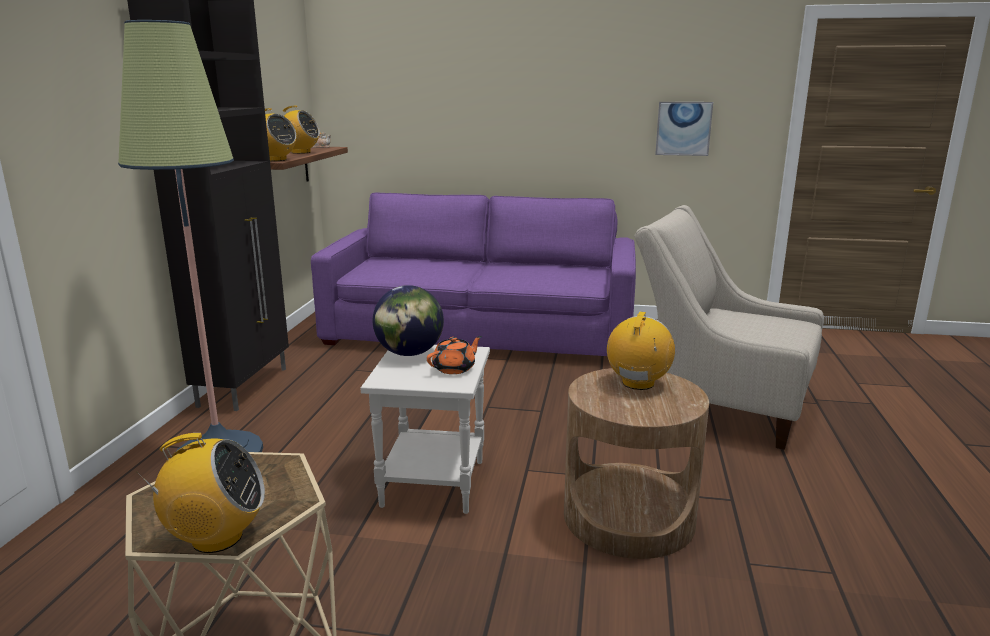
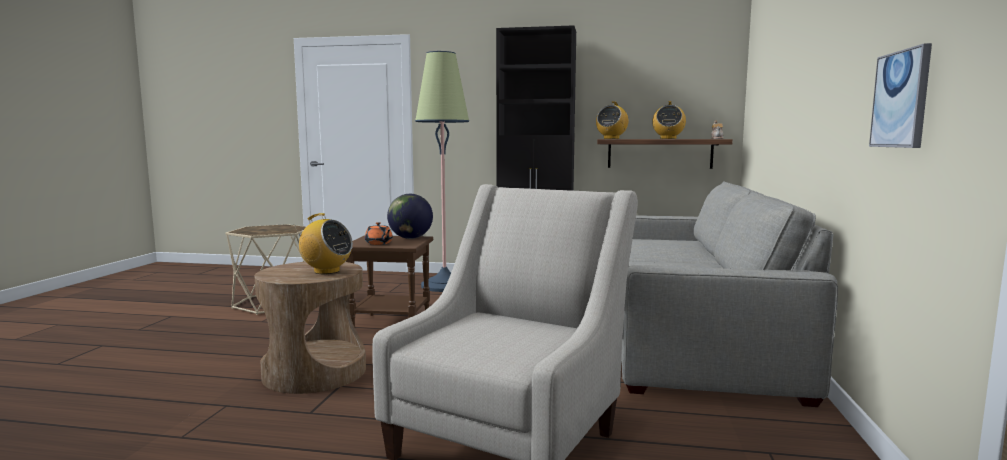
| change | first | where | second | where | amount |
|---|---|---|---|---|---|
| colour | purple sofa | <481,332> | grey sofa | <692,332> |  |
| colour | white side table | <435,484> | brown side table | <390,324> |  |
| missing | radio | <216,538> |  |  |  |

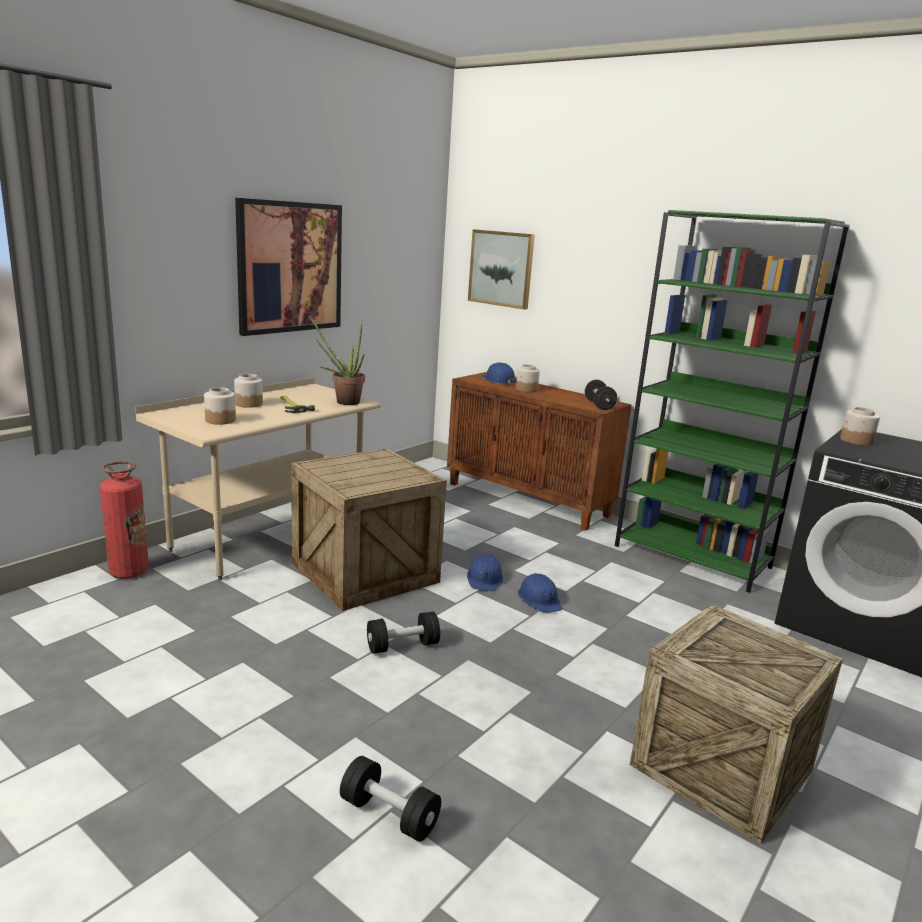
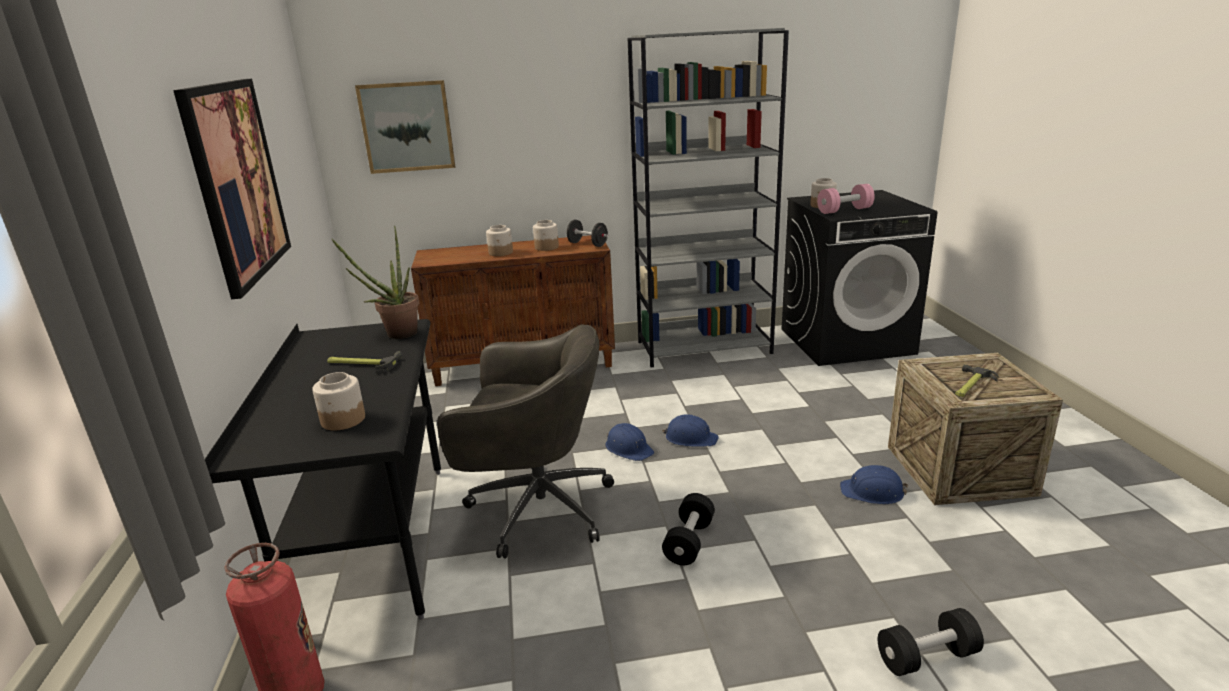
| change | first | where | second | where | amount |
|---|---|---|---|---|---|
| colour | green bookcase | <693,557> | grey bookcase | <704,347> |  |
| relocated | blue hard hat | <498,380> |  | <872,492> |  |
| relocated | jar | <248,404> |  | <546,247> |  |
| colour | beige desk | <269,537> | black desk | <375,542> |  |
| exchanged | crate | <364,572> | grey office chair | <536,508> |  |
| appeared |  |  | pink dumbbell | <844,210> |  |
| appeared |  |  | hammer | <970,385> |  |

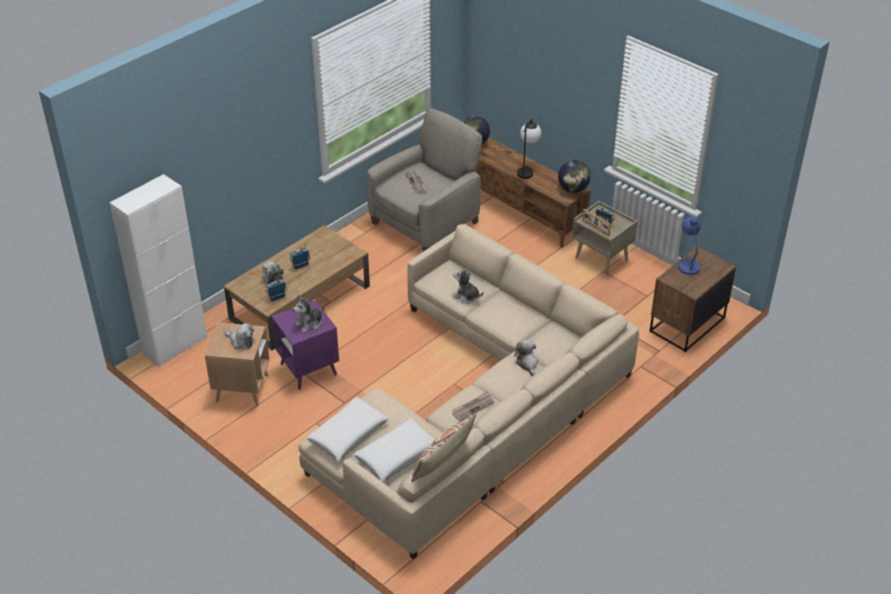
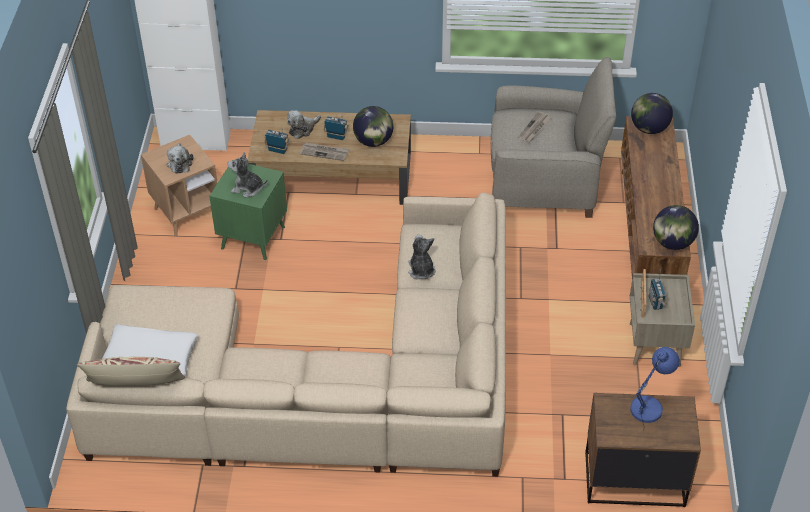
| change | first | where | second | where | amount |
|---|---|---|---|---|---|
| missing | table lamp | <527,170> |  |  |  |
| colour | purple side table | <308,369> | green side table | <253,238> |  |
| missing | plush toy | <527,363> |  |  |  |
| relocated | newspaper | <473,407> |  | <325,152> |  |
| missing | white pillow | <348,434> |  |  |  |
| appeared |  |  | globe | <373,141> |  |

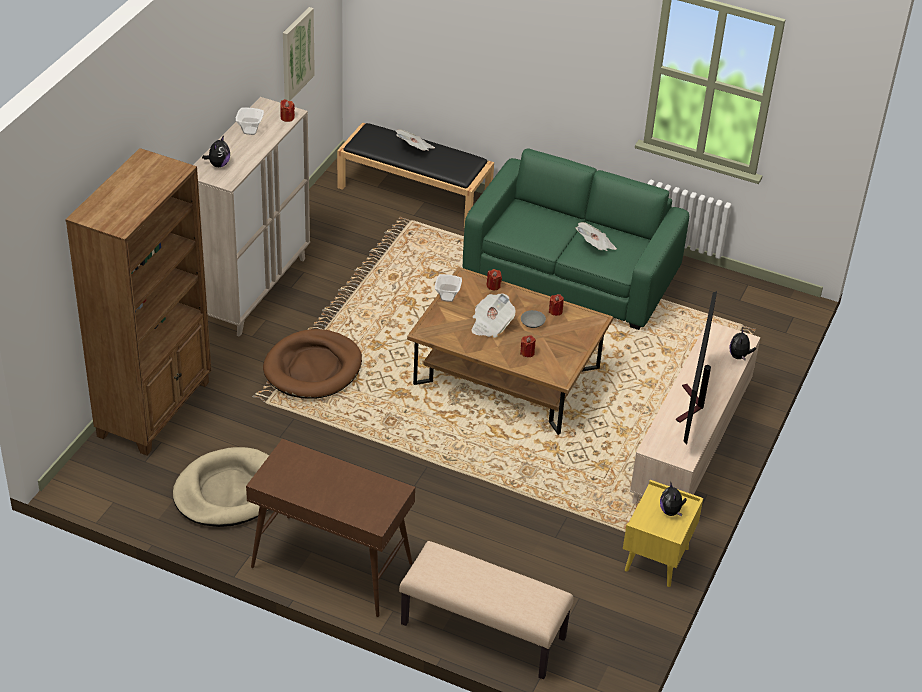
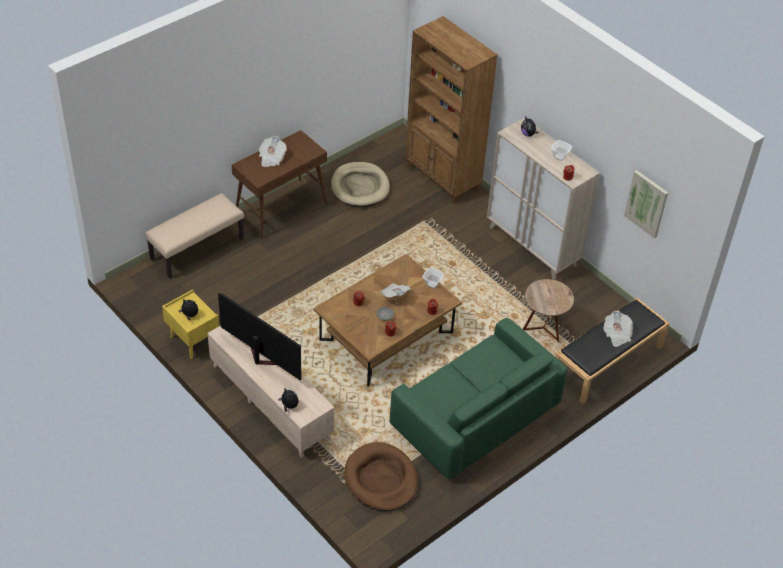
| change | first | where | second | where | amount |
|---|---|---|---|---|---|
| relocated | newspaper | <595,246> |  | <271,158> |  |
| relocated | brown dog bed | <313,368> |  | <381,479> |  |
| appeared |  |  | brown side table | <543,328> |  |

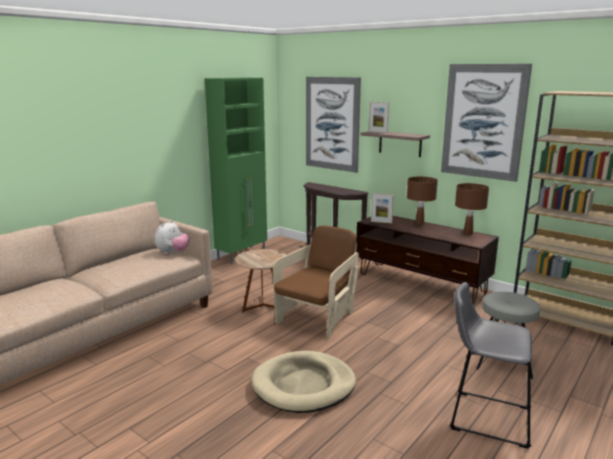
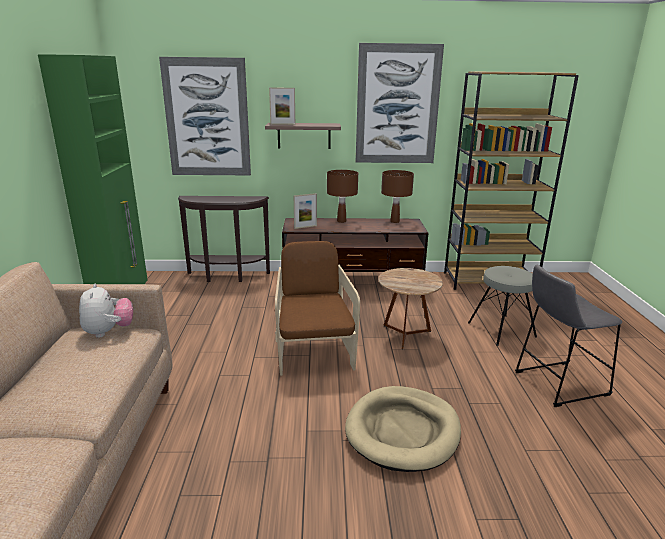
| change | first | where | second | where | amount |
|---|---|---|---|---|---|
| relocated | brown side table | <263,306> |  | <406,335> |  |

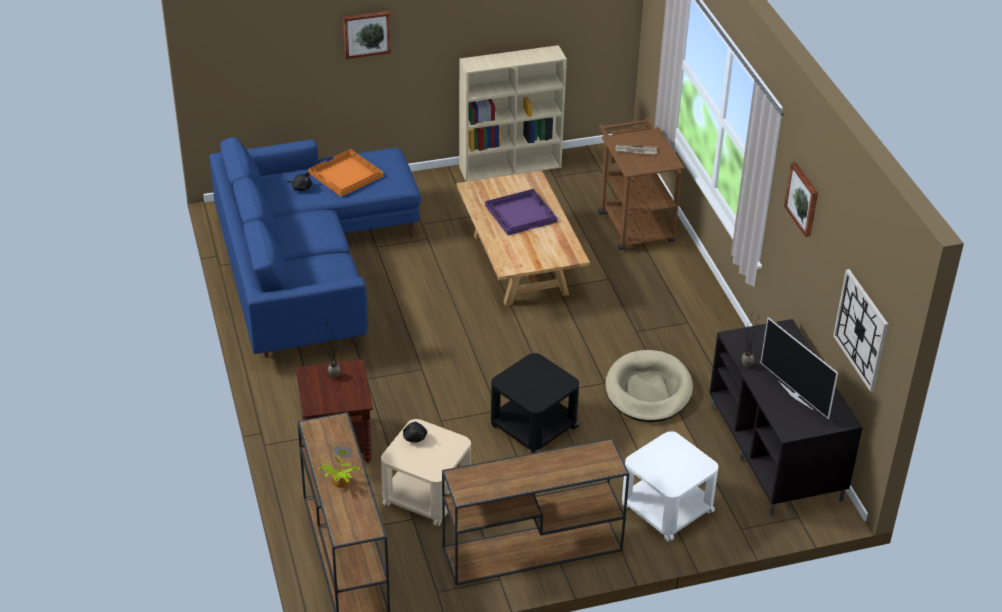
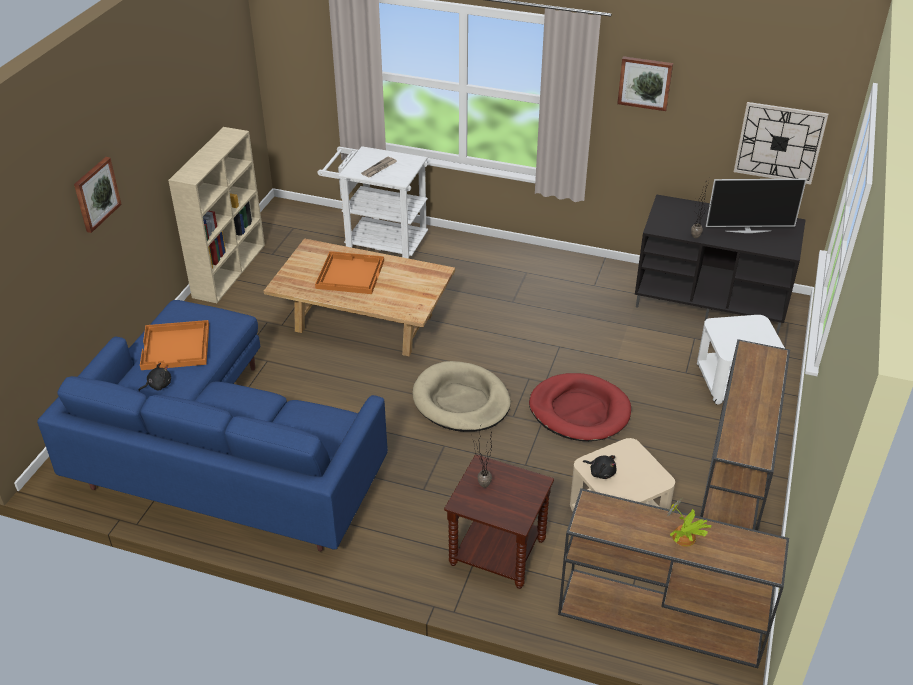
| change | first | where | second | where | amount |
|---|---|---|---|---|---|
| colour | brown cart | <633,222> | white cart | <378,242> |  |
| colour | purple tray | <521,213> | orange tray | <350,274> |  |
| relocated | beige dog bed | <648,390> |  | <461,401> |  |
| exchanged | black side table | <533,426> | red dog bed | <579,411> |  |

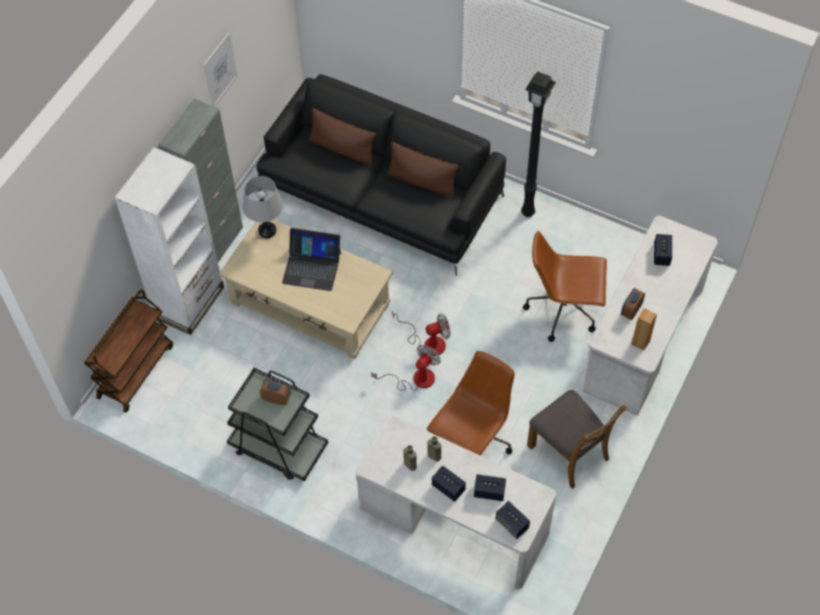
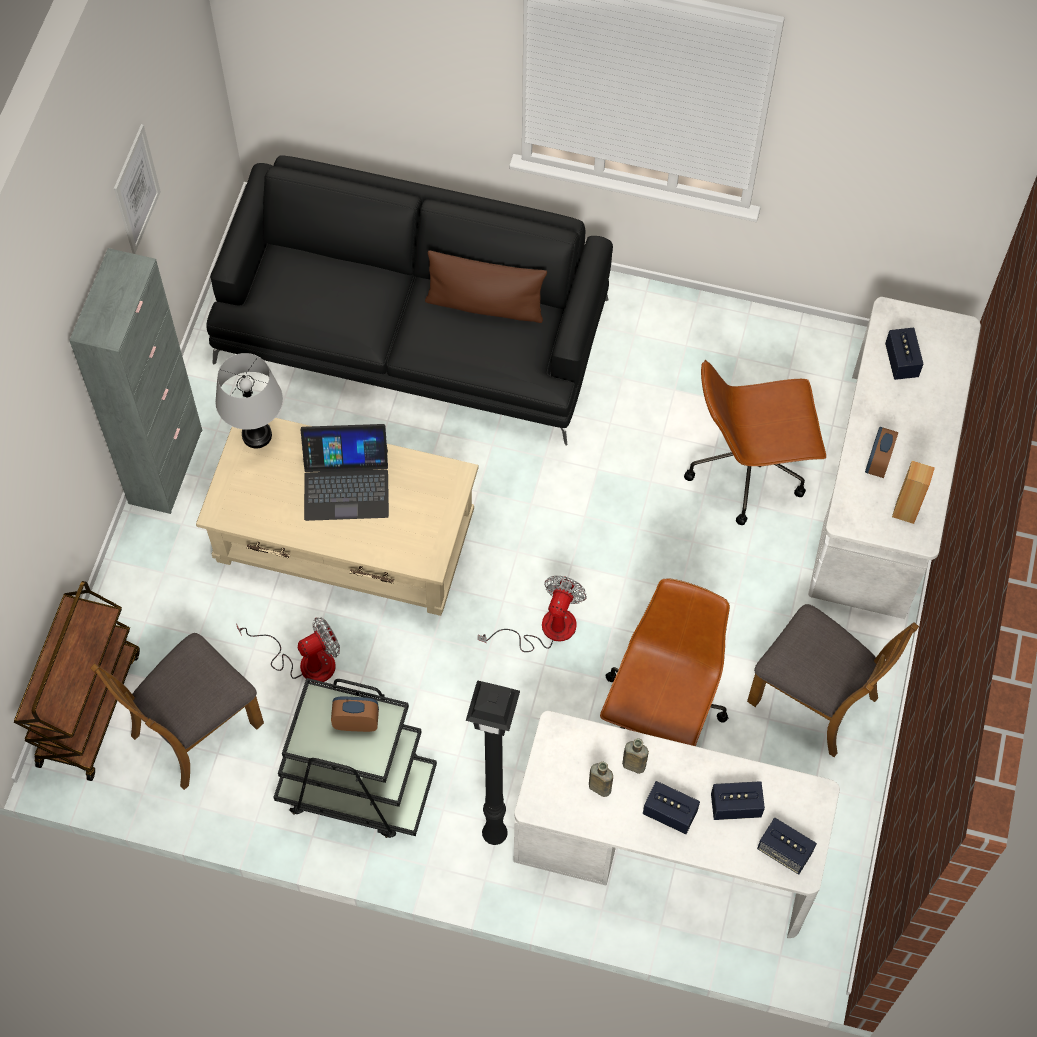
| change | first | where | second | where | amount |
|---|---|---|---|---|---|
| relocated | black floor lamp | <529,212> |  | <496,833> |  |
| missing | brown pillow | <342,149> |  |  |  |
| missing | white bookcase | <189,302> |  |  |  |
| relocated | fan | <428,342> |  | <305,661> |  |
| appeared |  |  | brown chair | <194,729> |  |

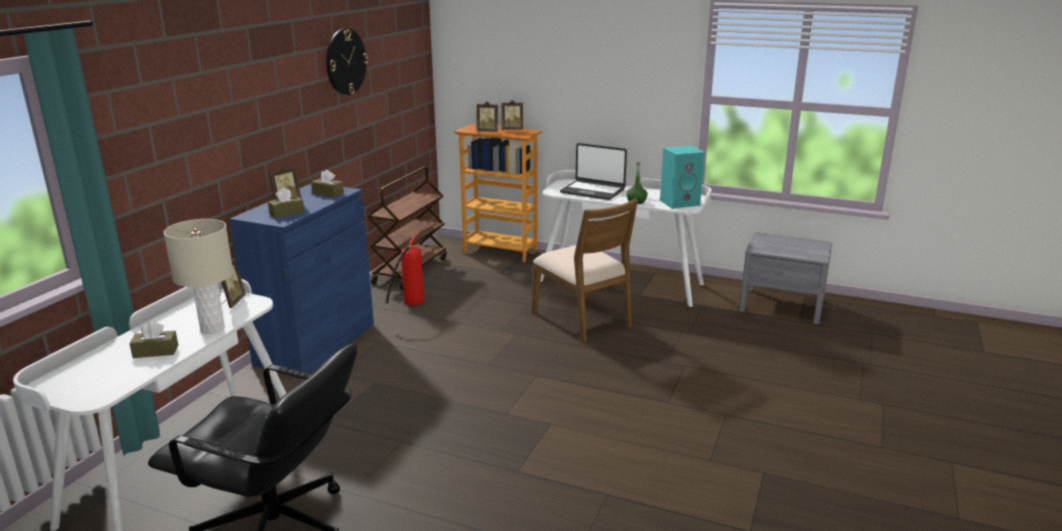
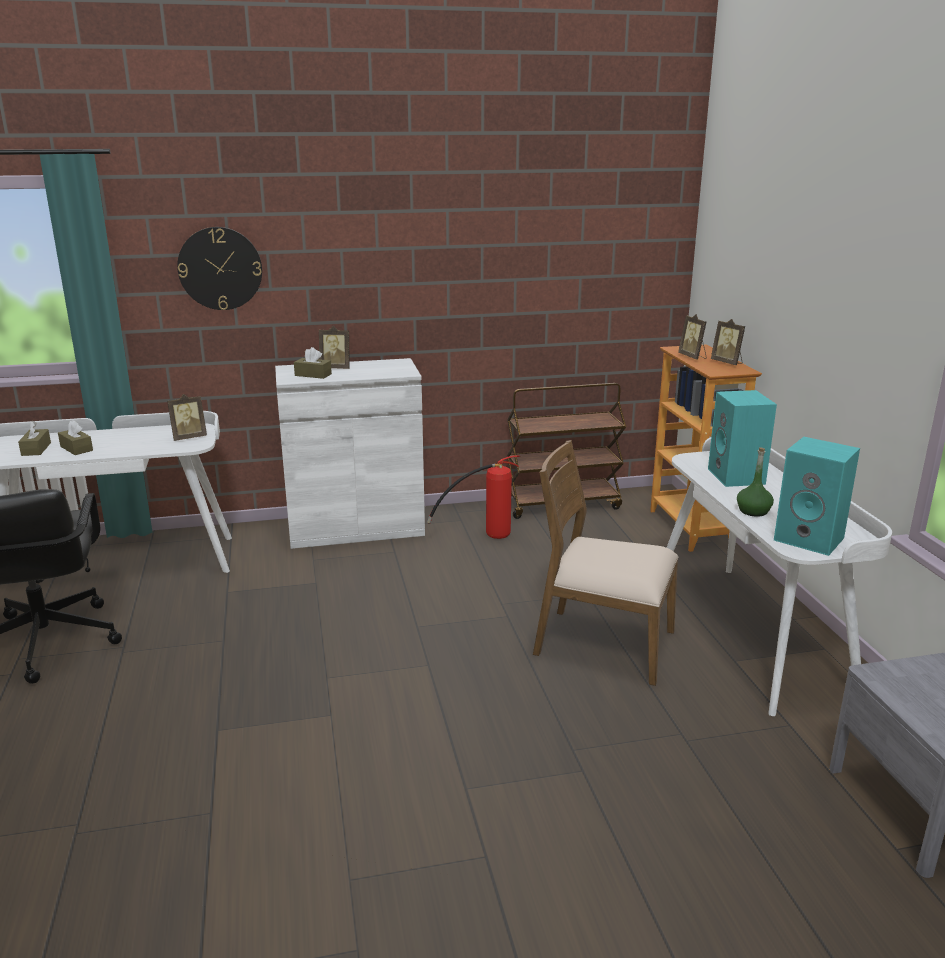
| change | first | where | second | where | amount |
|---|---|---|---|---|---|
| relocated | wall clock | <345,61> |  | <220,268> |  |
| exchanged | laptop | <593,191> | turquoise speaker | <737,477> |  |
| relocated | brown tissue box | <328,193> |  | <36,449> |  |
| colour | blue cabinet | <316,344> | white cabinet | <355,528> |  |
| spun | brown chair | <583,319> |  | <603,643> | 90 degrees clockwise |
| missing | beige table lamp | <213,328> |  |  |  |

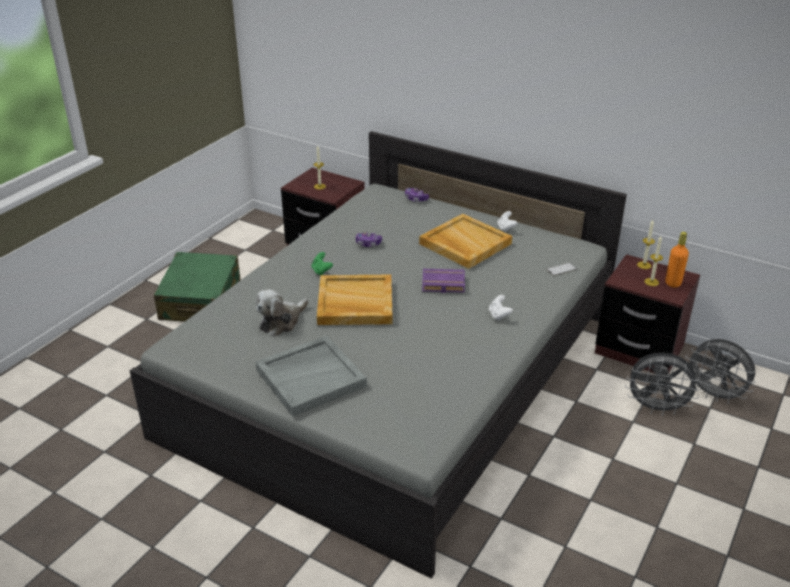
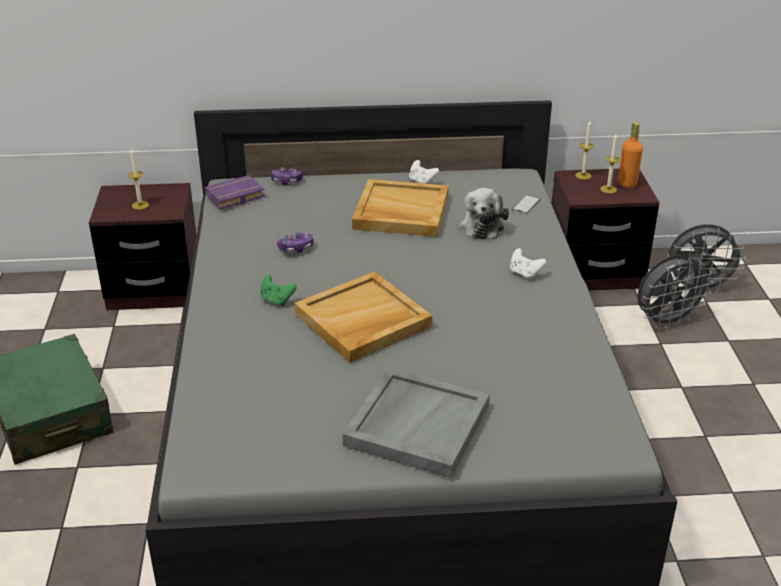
| change | first | where | second | where | amount |
|---|---|---|---|---|---|
| relocated | purple book | <442,284> |  | <234,197> |  |
| relocated | plush toy | <281,321> |  | <482,225> |  |

